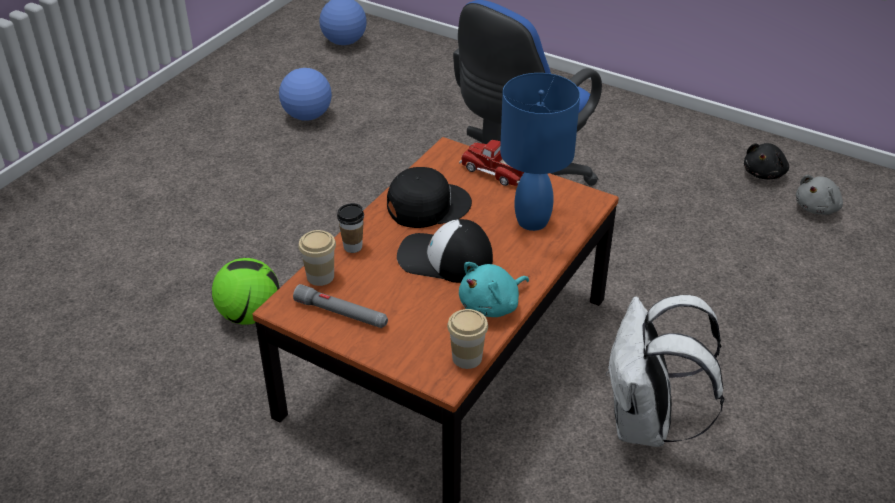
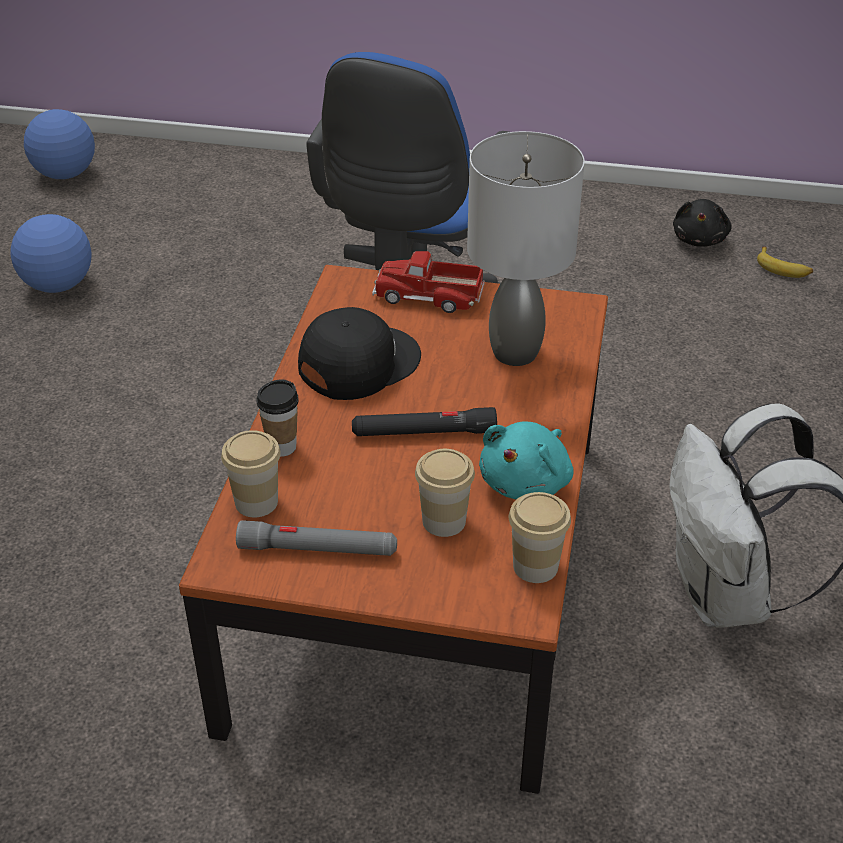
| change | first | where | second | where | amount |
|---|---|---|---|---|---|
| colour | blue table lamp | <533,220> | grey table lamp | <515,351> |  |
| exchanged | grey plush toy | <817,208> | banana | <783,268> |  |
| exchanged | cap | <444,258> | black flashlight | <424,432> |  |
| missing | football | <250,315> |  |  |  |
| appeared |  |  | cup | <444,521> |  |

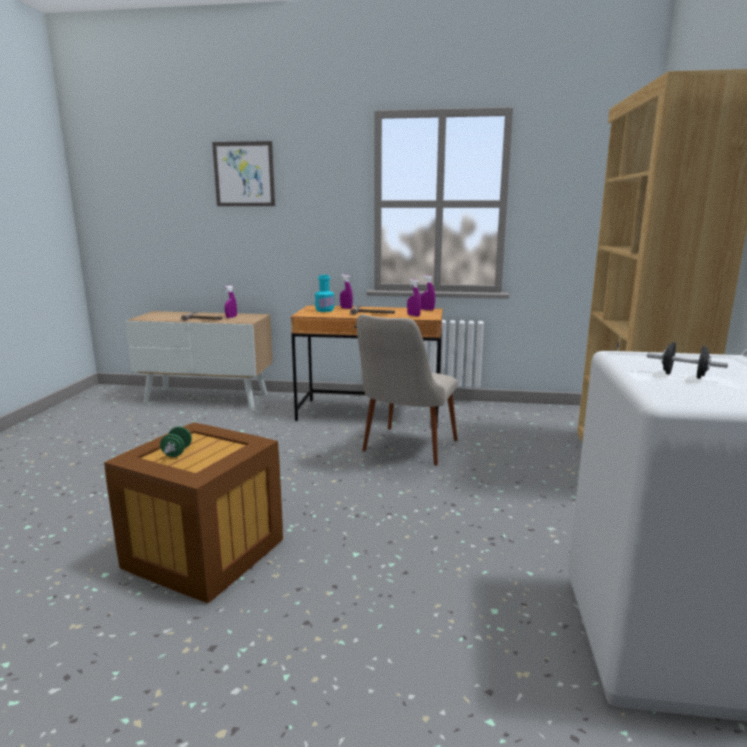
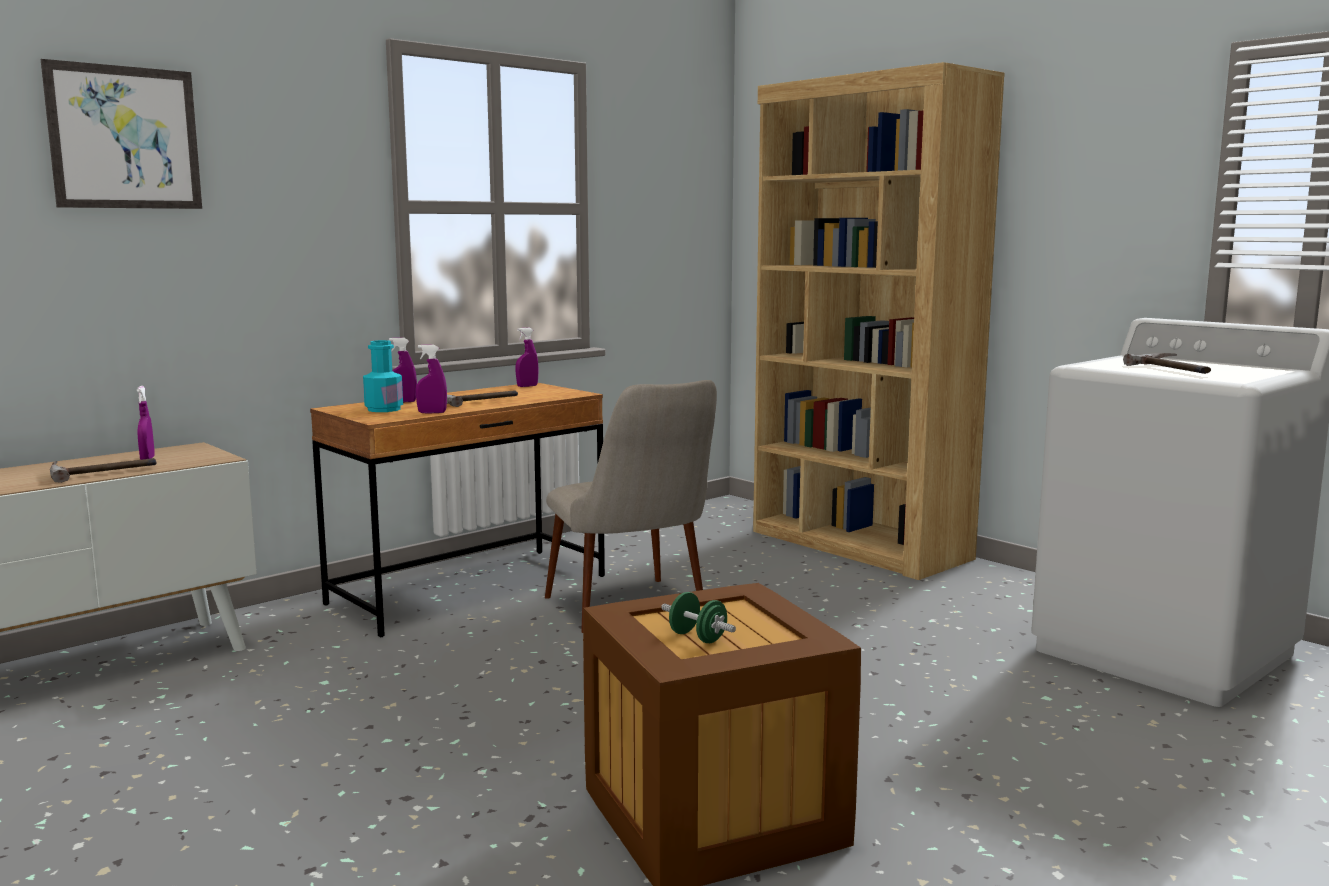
| change | first | where | second | where | amount |
|---|---|---|---|---|---|
| relocated | purple spray bottle | <413,315> |  | <432,413> |  |
| exchanged | black dumbbell | <683,376> | hammer | <1177,370> |  |

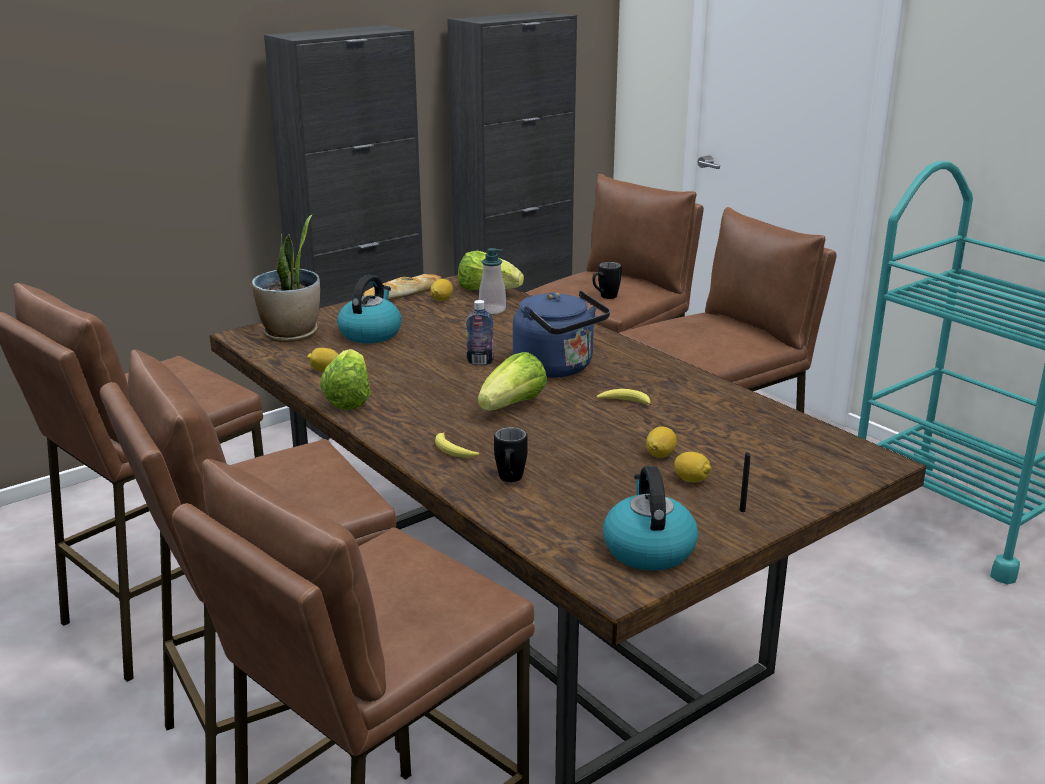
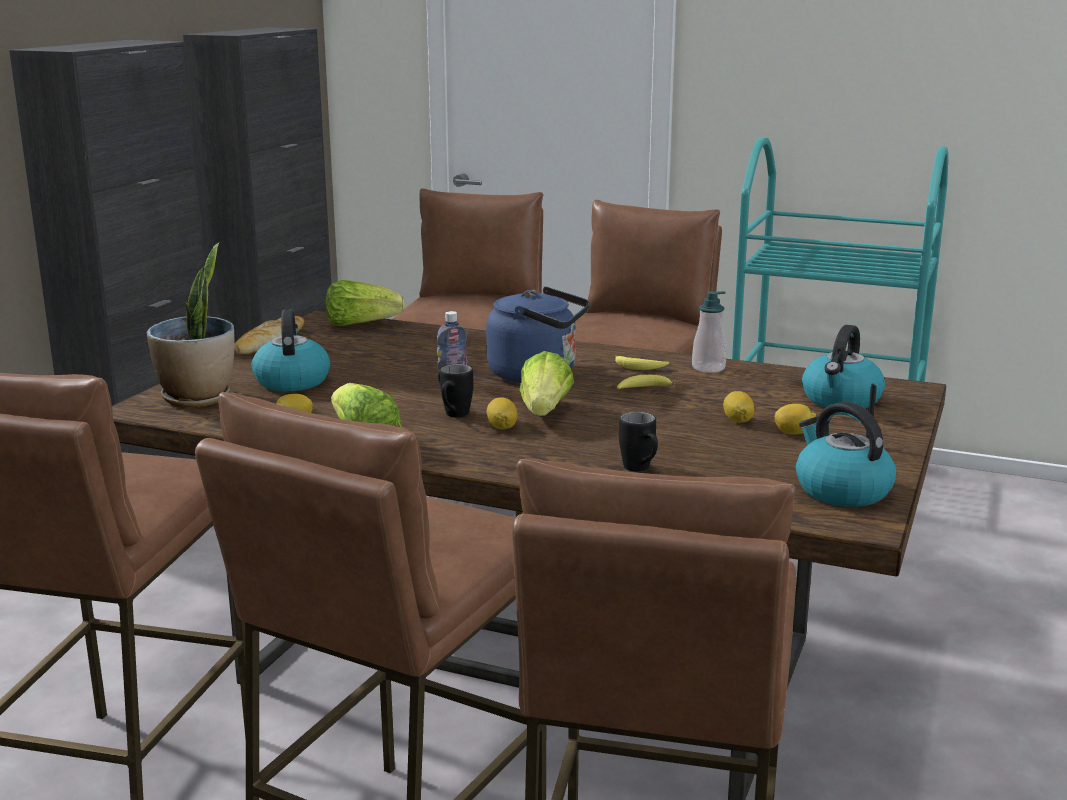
| change | first | where | second | where | amount |
|---|---|---|---|---|---|
| relocated | soap dispenser | <492,310> |  | <708,368> |  |
| relocated | black mug | <604,297> |  | <454,416> |  |
| relocated | lemon | <441,299> |  | <502,427> |  |
| relocated | banana | <454,451> |  | <639,367> |  |
| appeared |  |  | kettle | <841,400> |  |

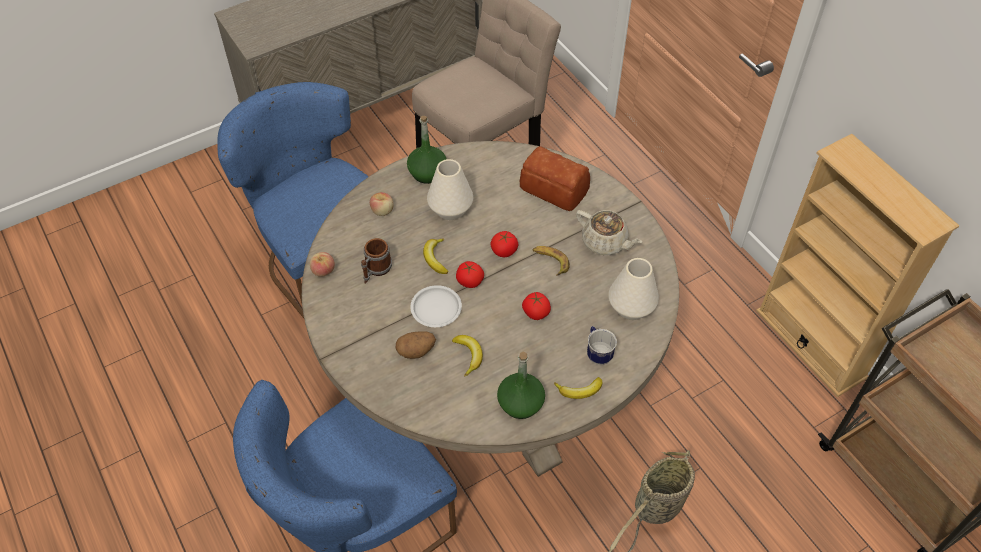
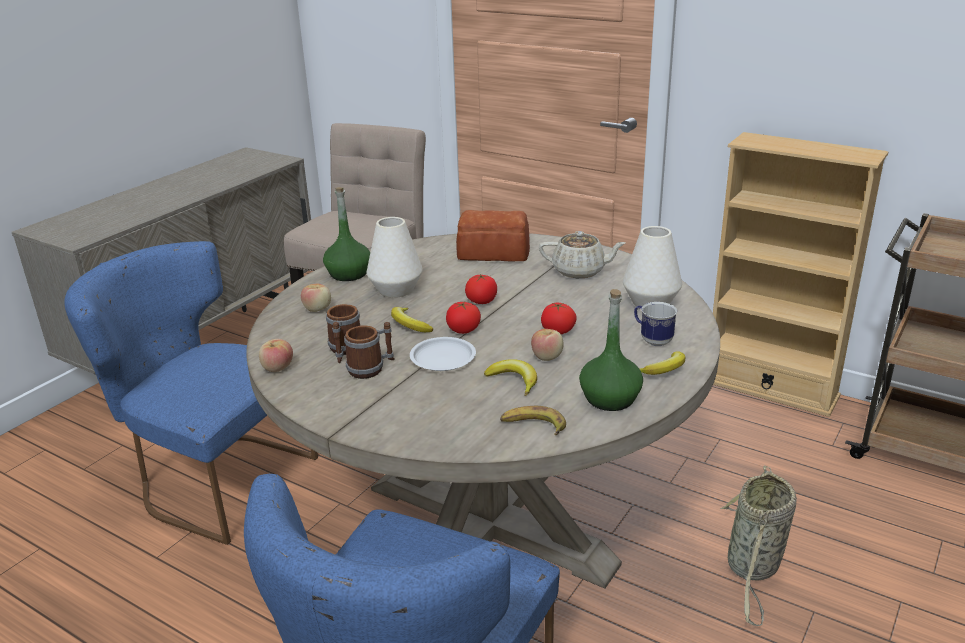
| change | first | where | second | where | amount |
|---|---|---|---|---|---|
| relocated | banana | <550,261> |  | <533,426> |  |
| missing | potato | <416,351> |  |  |  |
| appeared |  |  | mug | <372,368> |  |
| appeared |  |  | apple | <547,357> |  |

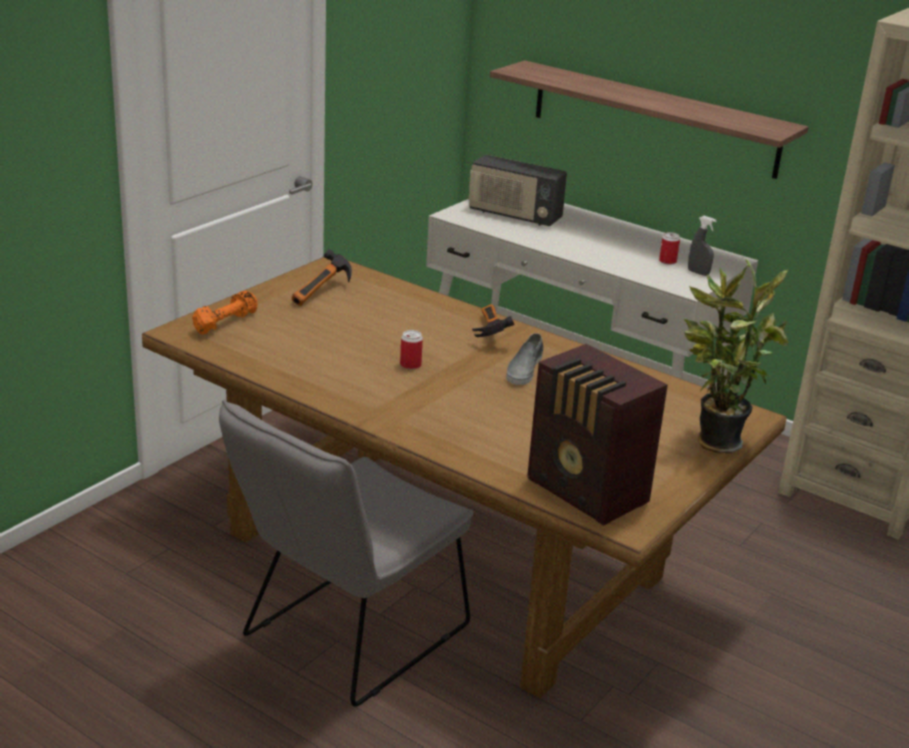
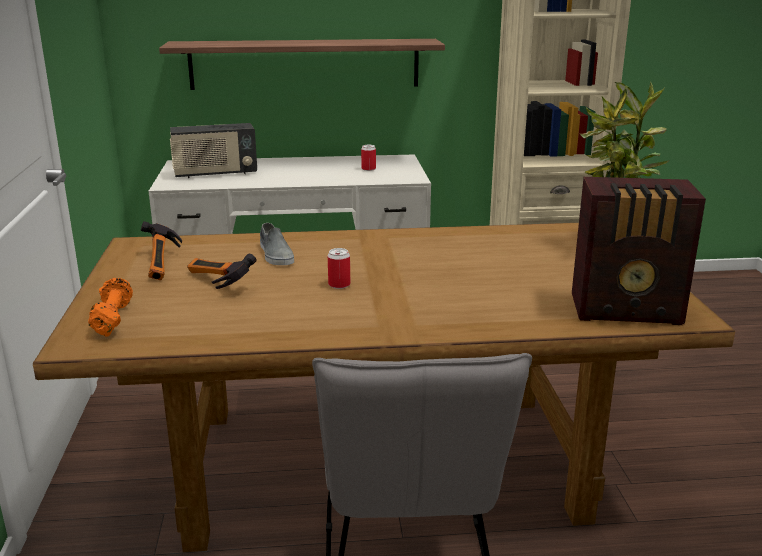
| change | first | where | second | where | amount |
|---|---|---|---|---|---|
| missing | grey spray bottle | <698,273> |  |  |  |
| relocated | hammer | <486,332> |  | <214,284> |  |
| relocated | grey shoe | <524,369> |  | <275,254> |  |

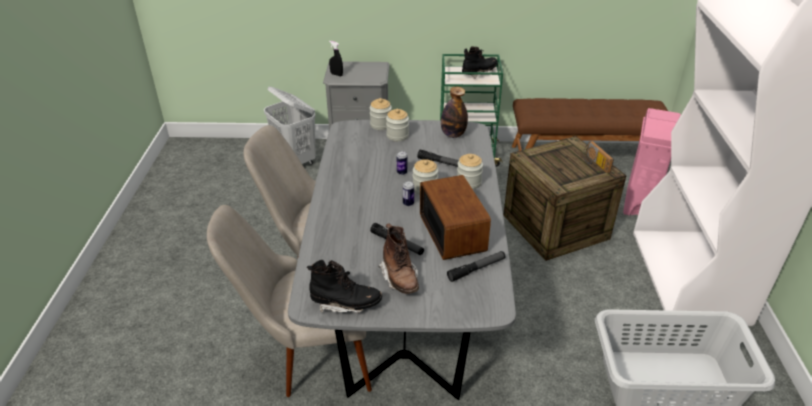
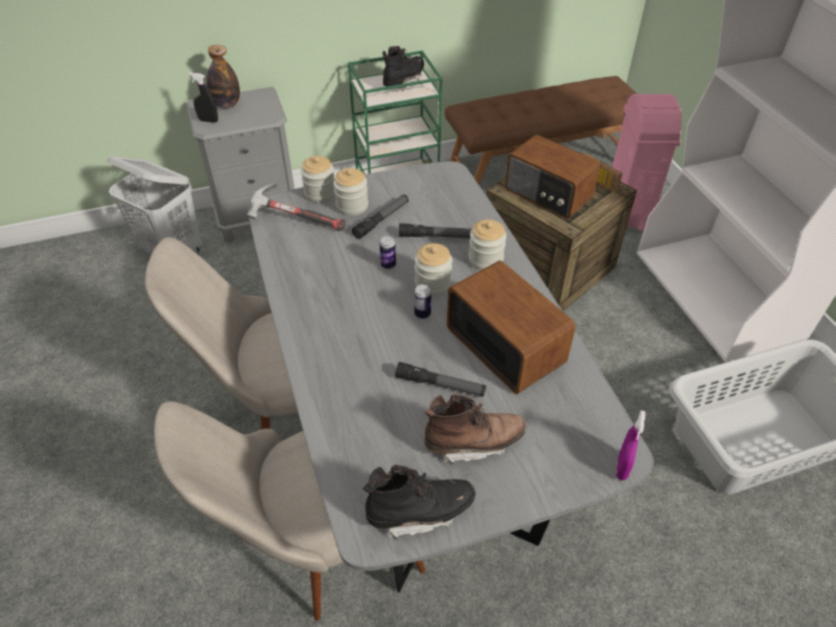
| change | first | where | second | where | amount |
|---|---|---|---|---|---|
| relocated | bottle | <453,134> |  | <227,104> |  |
| spun | brown boot | <400,278> |  | <473,442> | 60 degrees counterclockwise |
| relocated | flashlight | <476,269> |  | <381,220> |  |
| appeared |  |  | radio | <548,194> |  |
| appeared |  |  | hammer | <296,220> |  |
| appeared |  |  | purple spray bottle | <622,467> |  |

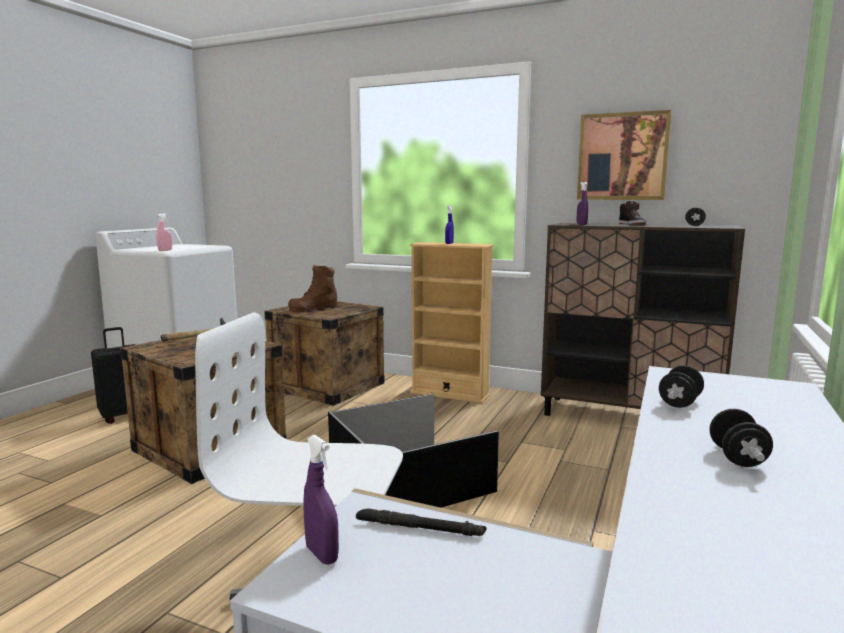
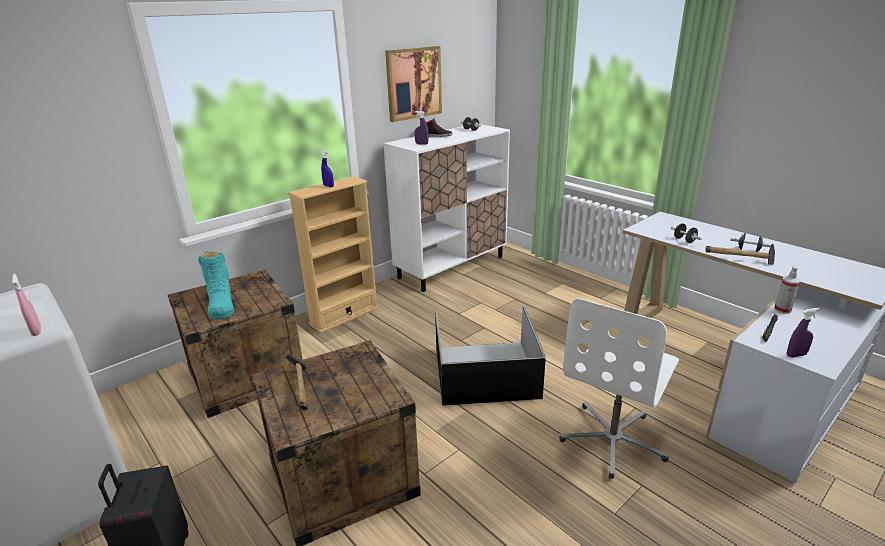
| change | first | where | second | where | amount |
|---|---|---|---|---|---|
| colour | brown cabinet | <629,417> | white cabinet | <452,267> |  |
| colour | brown boot | <314,308> | turquoise boot | <221,304> |  |
| appeared |  |  | hammer | <740,259> |  |
| appeared |  |  | spray bottle | <782,310> |  |

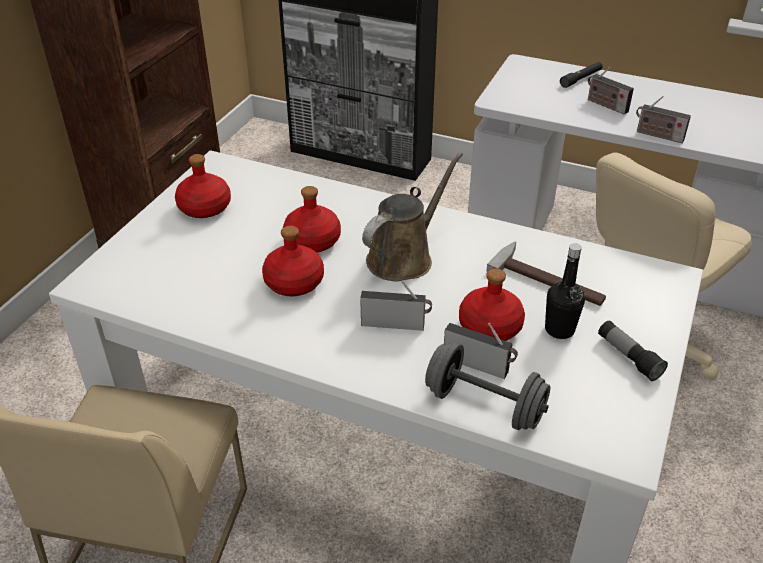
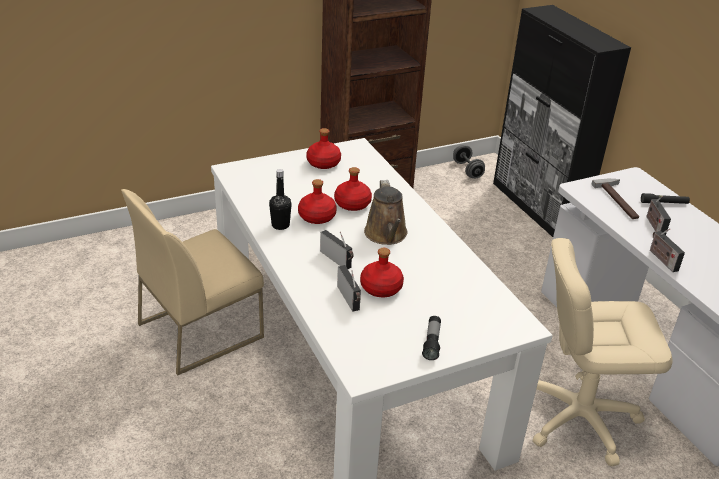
| change | first | where | second | where | amount |
|---|---|---|---|---|---|
| spun | brown watering can | <404,257> |  | <386,235> | 90 degrees clockwise |
| relocated | hammer | <550,279> |  | <620,201> |  |
| relocated | black bottle | <559,329> |  | <280,225> |  |
| relocated | grey dumbbell | <484,405> |  | <467,170> |  |

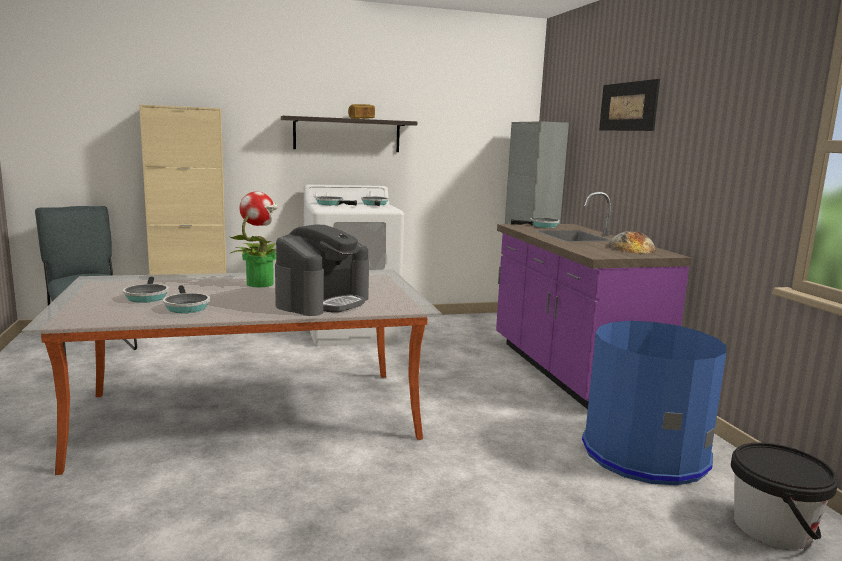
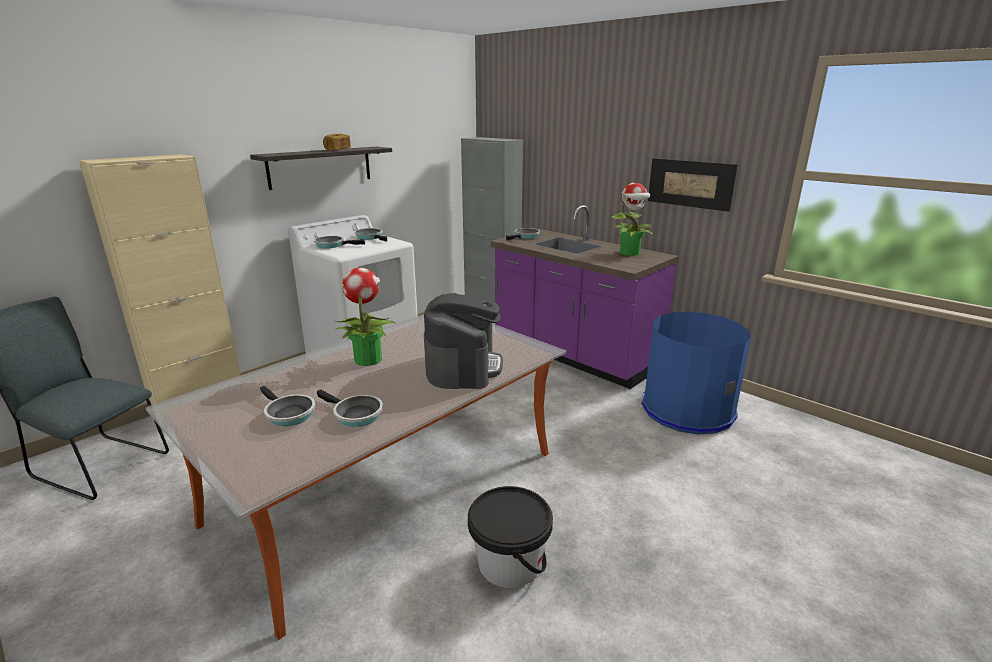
| change | first | where | second | where | amount |
|---|---|---|---|---|---|
| relocated | picture | <628,106> |  | <690,183> |  |
| exchanged | bread | <631,248> | potted plant | <630,253> |  |
| relocated | black bucket | <772,528> |  | <509,563> |  |

